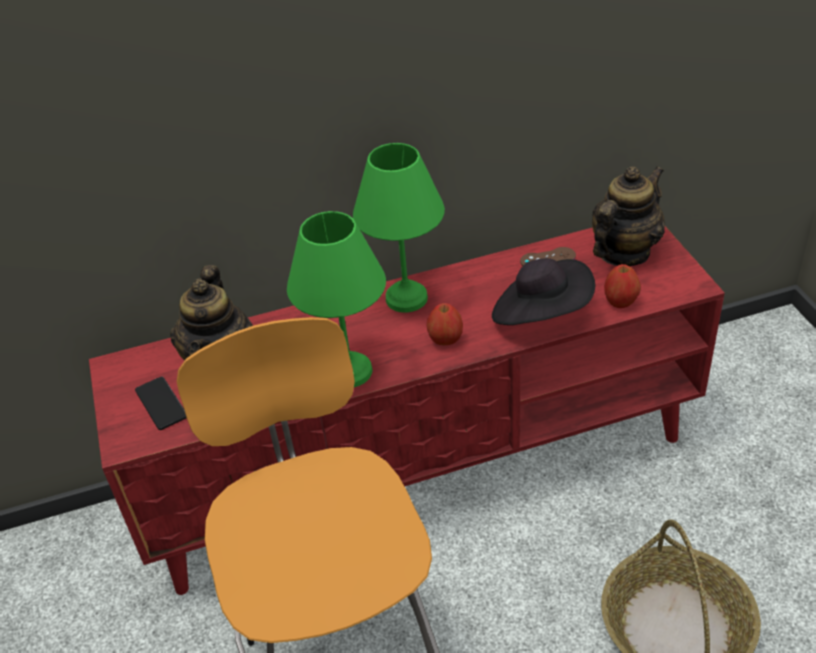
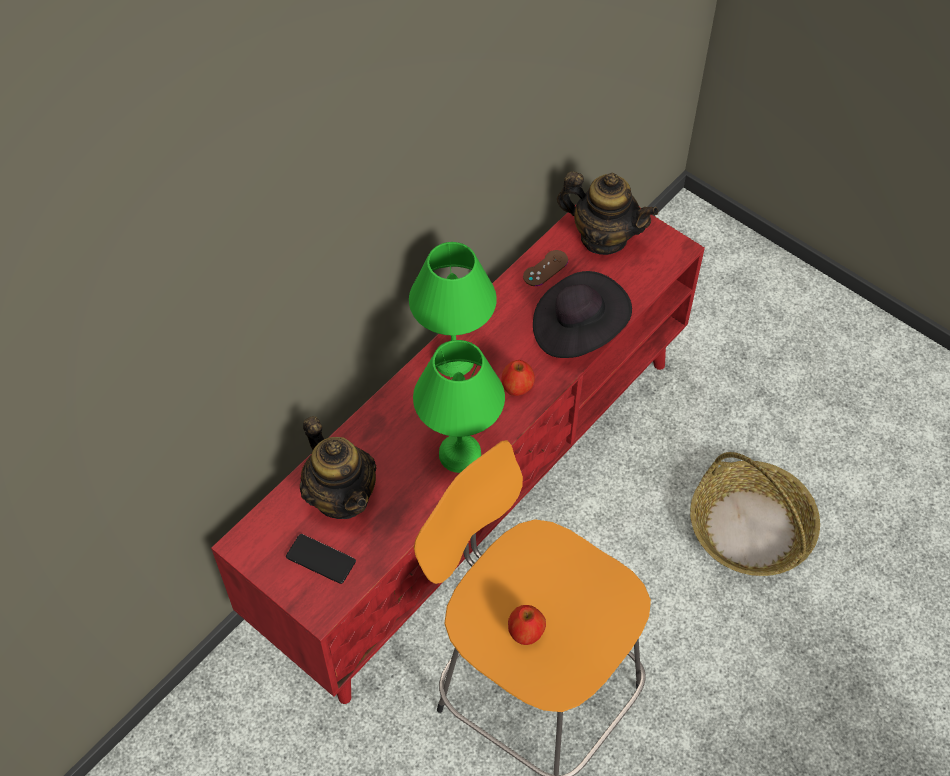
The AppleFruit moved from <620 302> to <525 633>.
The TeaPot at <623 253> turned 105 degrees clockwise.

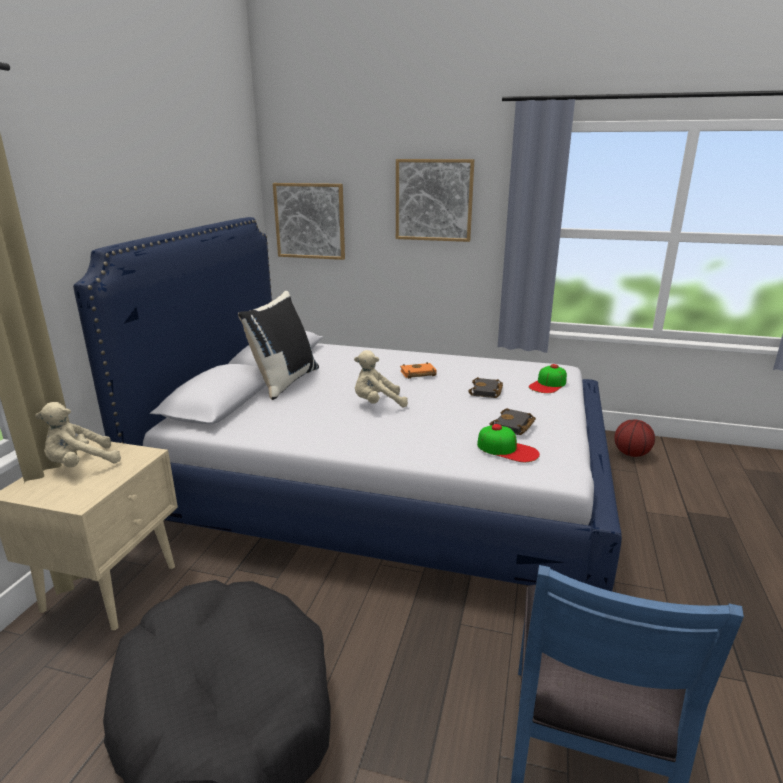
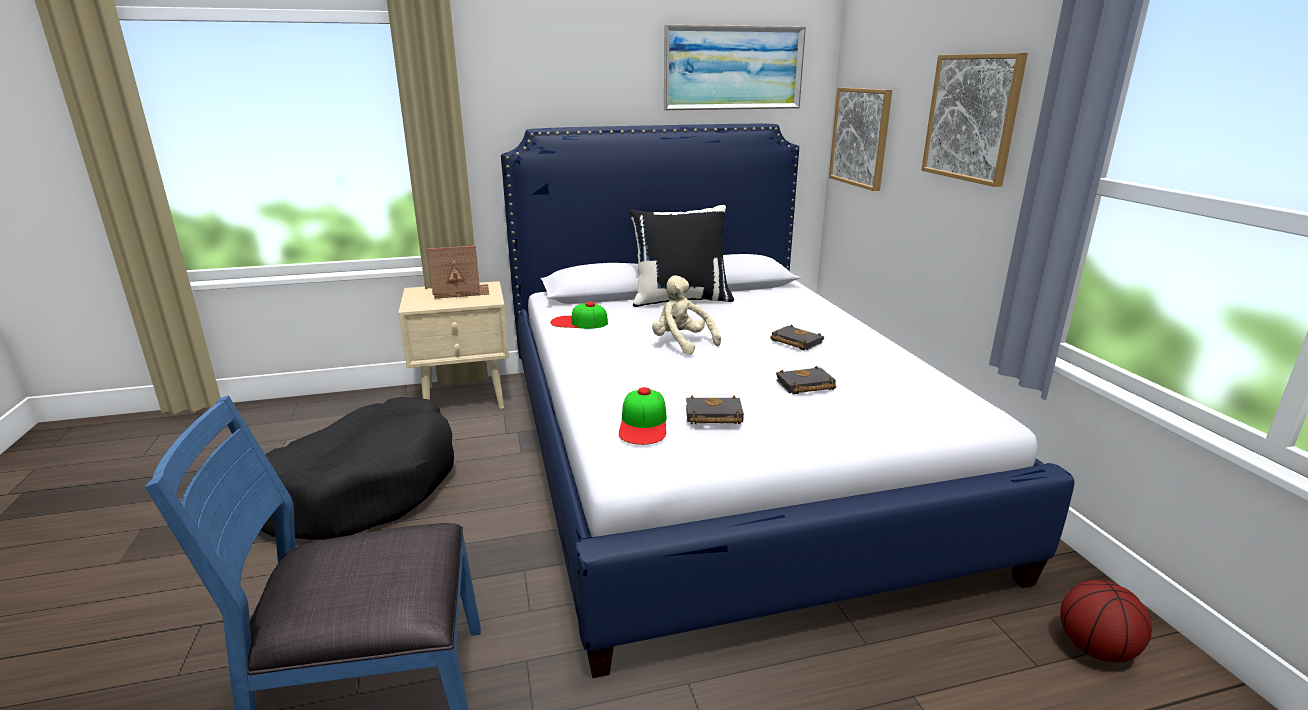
The WallPicture at <733 68> appeared.
The BaseballCap moved from <548 384> to <579 322>.
The BeigeColouredSoftToy at <81 465> was replaced by the ToyHouse at <460 291>.
The OrangeBook at <417 374> became the BlackColouredBook at <794 342>.

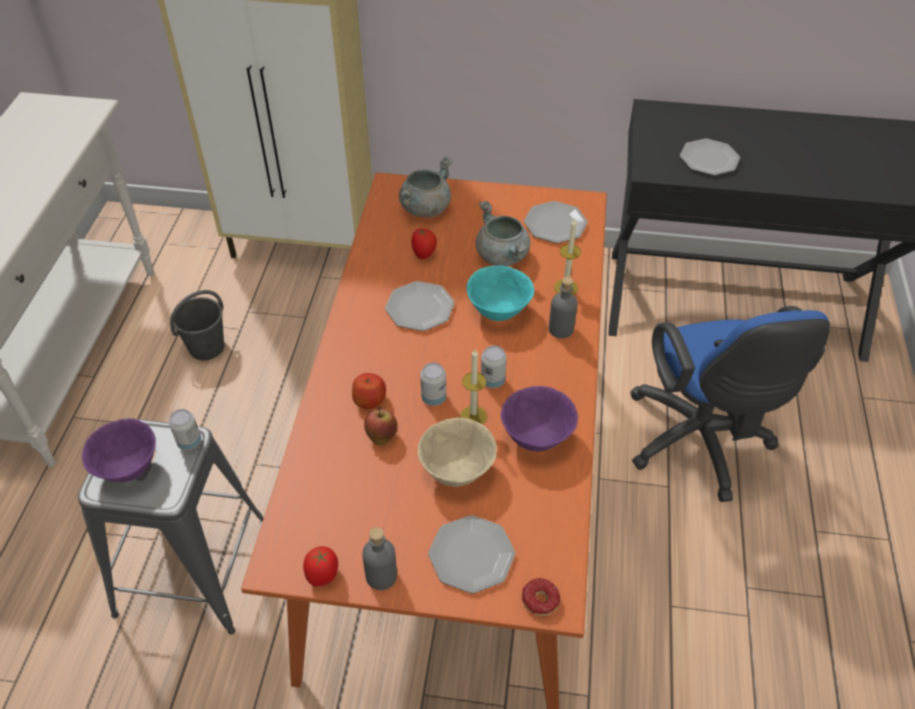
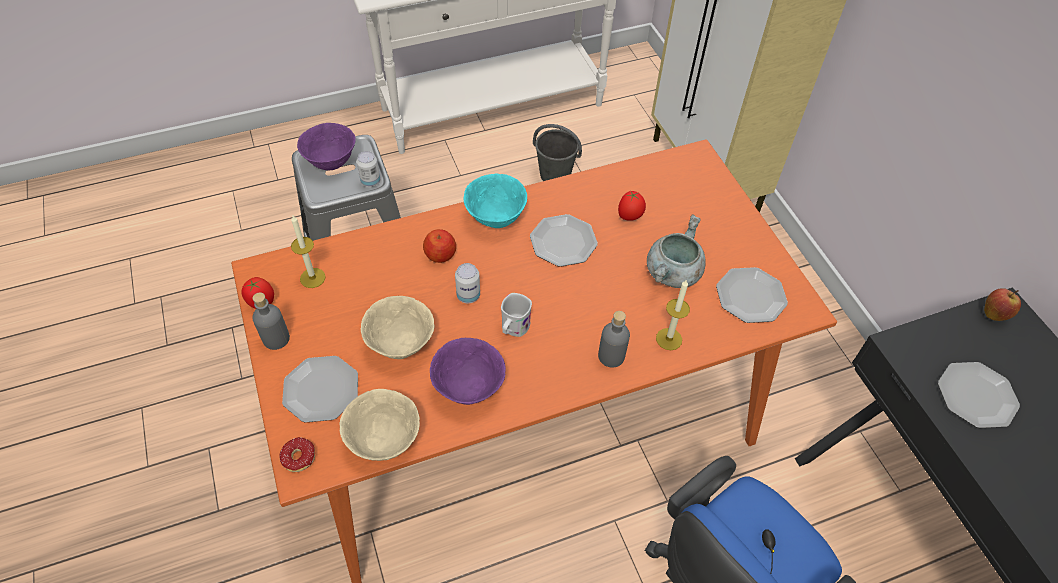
The GrayCookingPot at <425 207> disappeared.
The BeigeColouredBowl at <384 440> appeared.
The AppleFruit moved from <381 436> to <994 313>.
The Candle moved from <473 416> to <312 278>.
The BlueGreenBowl moved from <499 312> to <495 218>.
The SealedCan at <492 381> was replaced by the WhiteCoffeeMug at <513 329>.

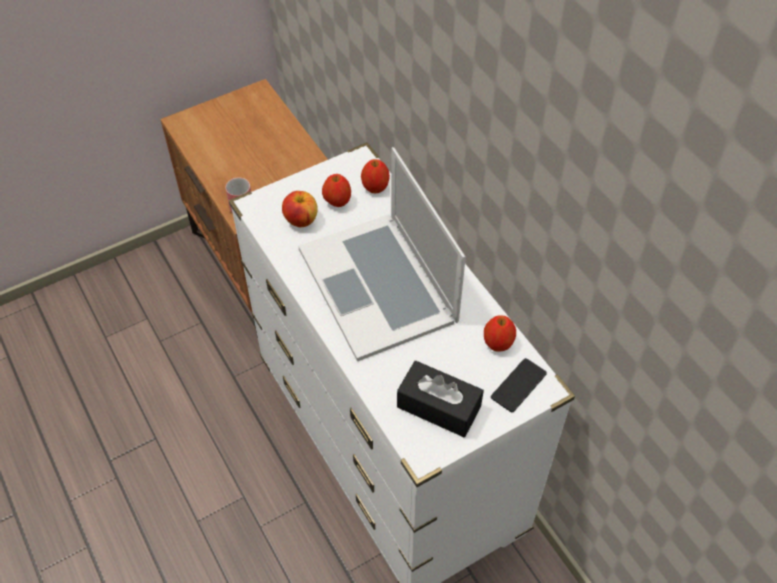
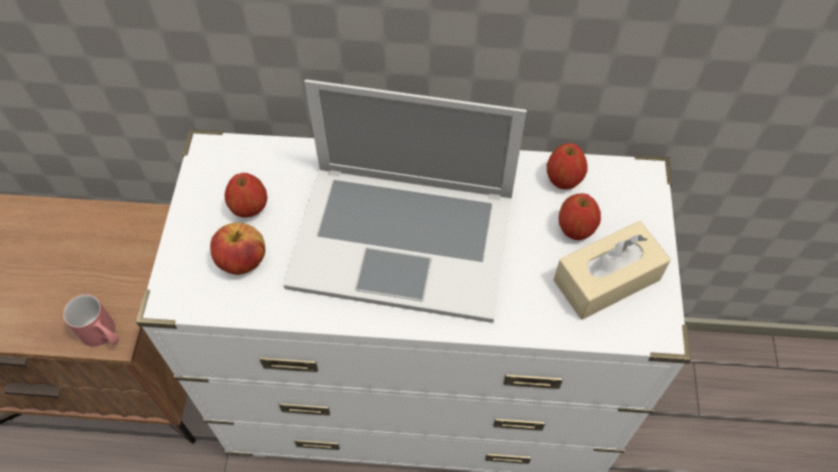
The Phone at <518 385> disappeared.
The AppleFruit moved from <375 187> to <575 229>.
The BlackColouredTissueBox at <438 406> became the BeigeColouredTissueBox at <606 280>.

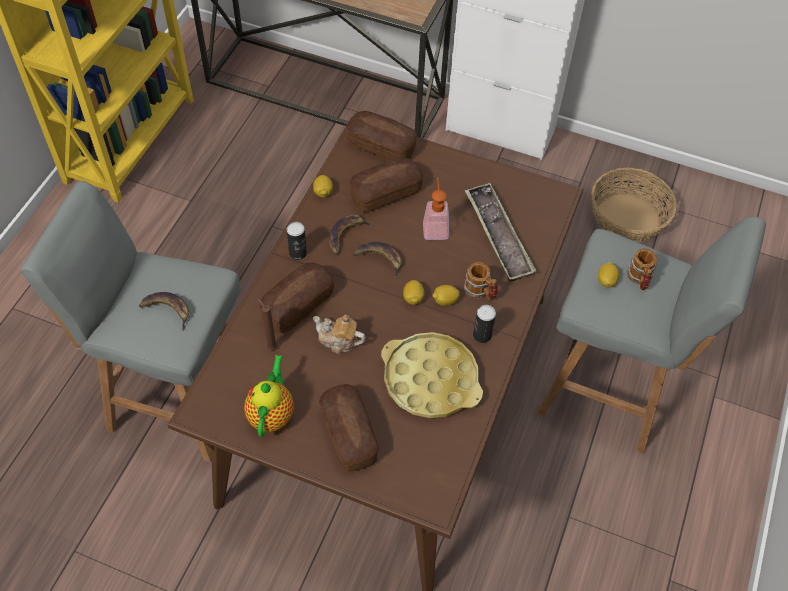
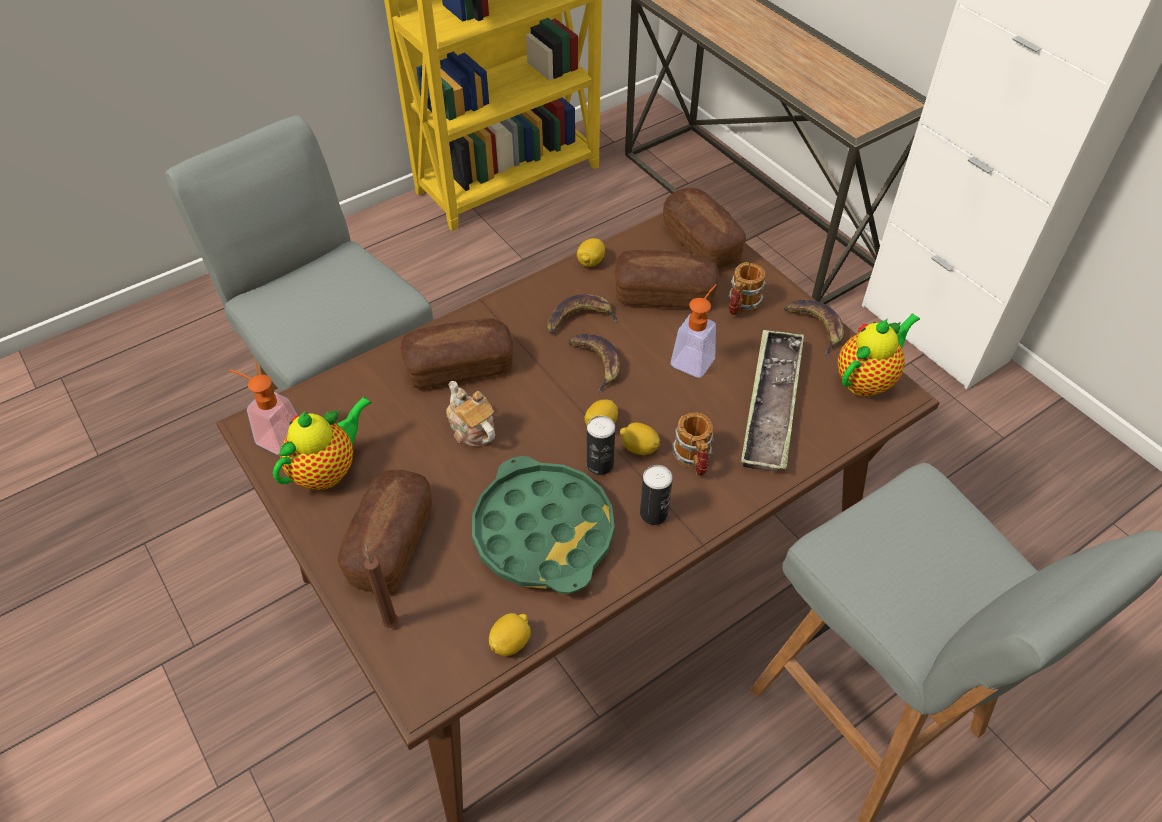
The StorageBasket at <627 218> disappeared.
The SoapDispenser at <274 435> appeared.
The TeaPot at <867 380> appeared.
The Banana moved from <167 310> to <816 327>.
The BrownColouredCandle moved from <270 347> to <390 621>.
The SealedCan moved from <297 253> to <600 464>.
The CitrusFruit moved from <606 281> to <511 642>.
The CoffeeMug moved from <639 279> to <741 306>.
The YellowCarryingTray at <430 379> became the GreenCarryingTray at <543 532>.

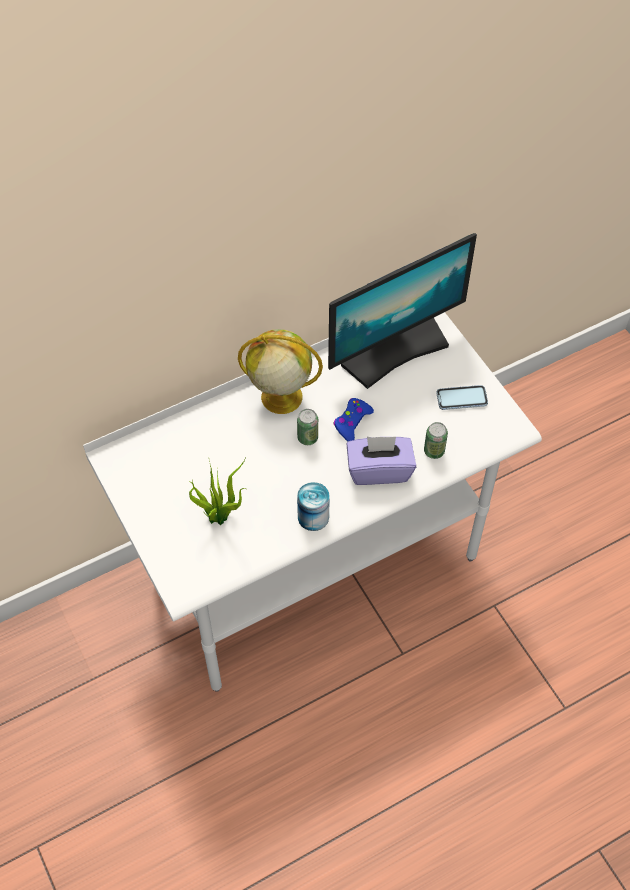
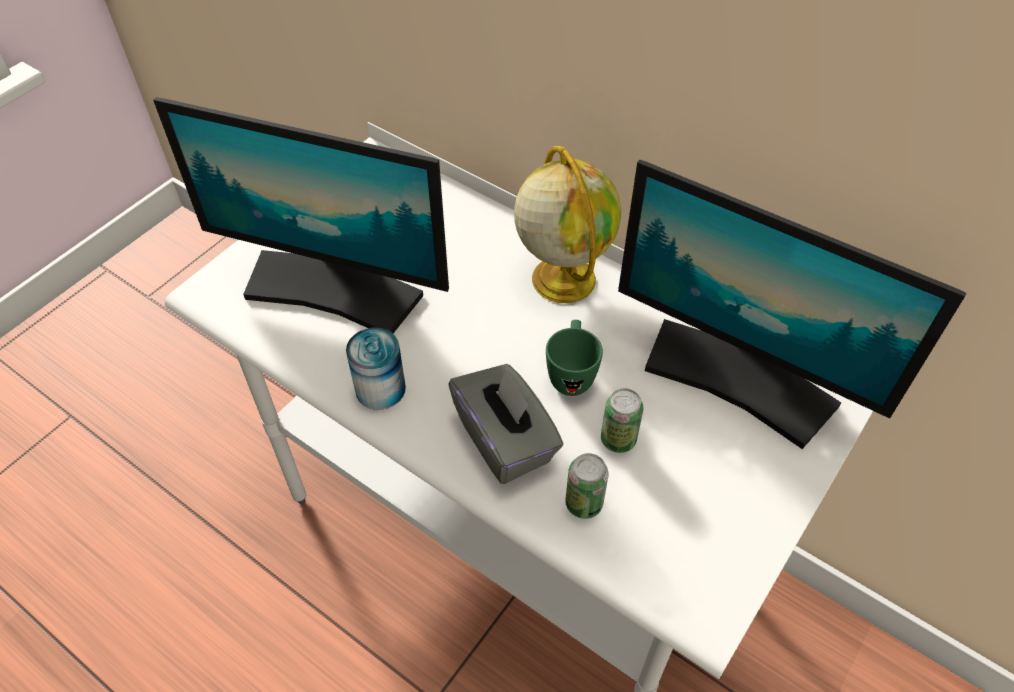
The Phone at <461 398> disappeared.
The SealedCan moved from <307 438> to <618 439>.
The PlantInAPot at <221 517> was replaced by the ComputerDisplay at <333 289>.
The BlueColouredGamepad at <352 422> was replaced by the GreenCoffeeMug at <571 374>.
The PurpleTissueBox at <379 470> became the GrayTissueBox at <505 440>.

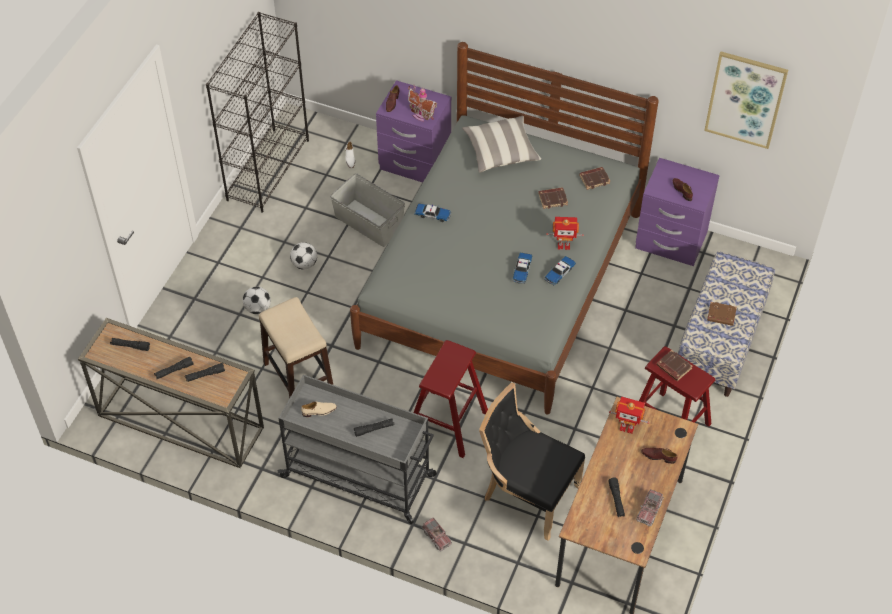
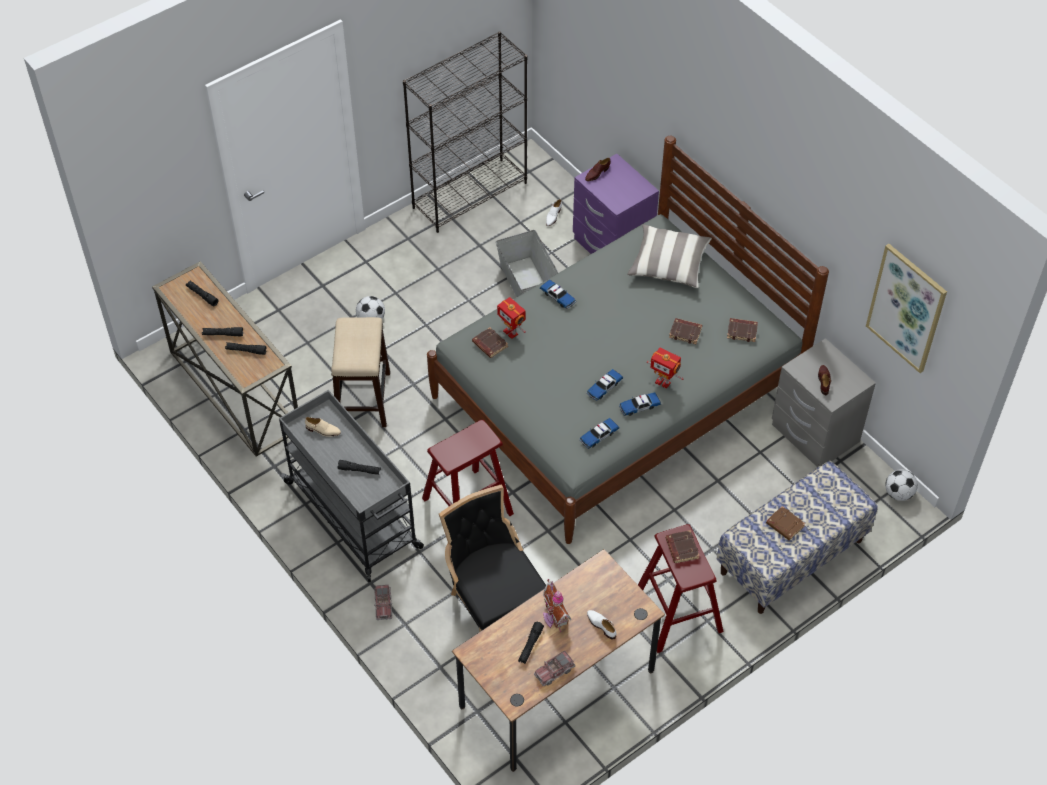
The BrownColouredBook at <489 344> appeared.
The ModelCar at <599 436> appeared.
The FootballBall moved from <304 264> to <898 494>.
The ToyHouse moved from <421 114> to <554 616>.
The ModelRobot moved from <627 427> to <511 332>.
The PurpleNightTable at <670 241> became the GrayNightTable at <814 434>.
The BrownColouredItemOfFootwear at <658 456> became the WhiteItemOfFootwear at <601 625>.

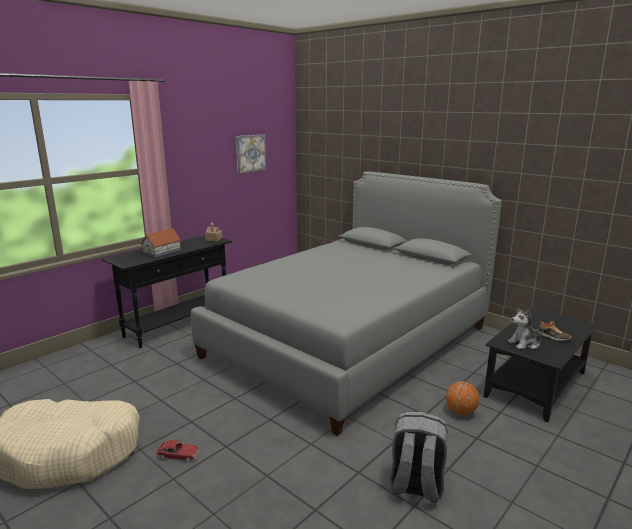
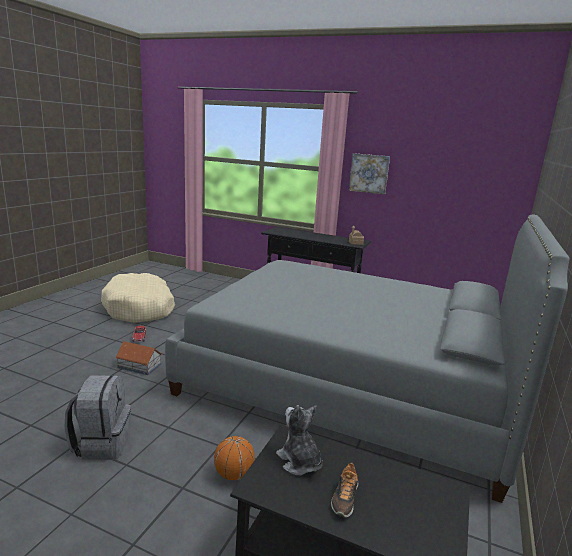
The ToyHouse moved from <162 251> to <139 366>.
The WallPicture moved from <250 153> to <369 173>.

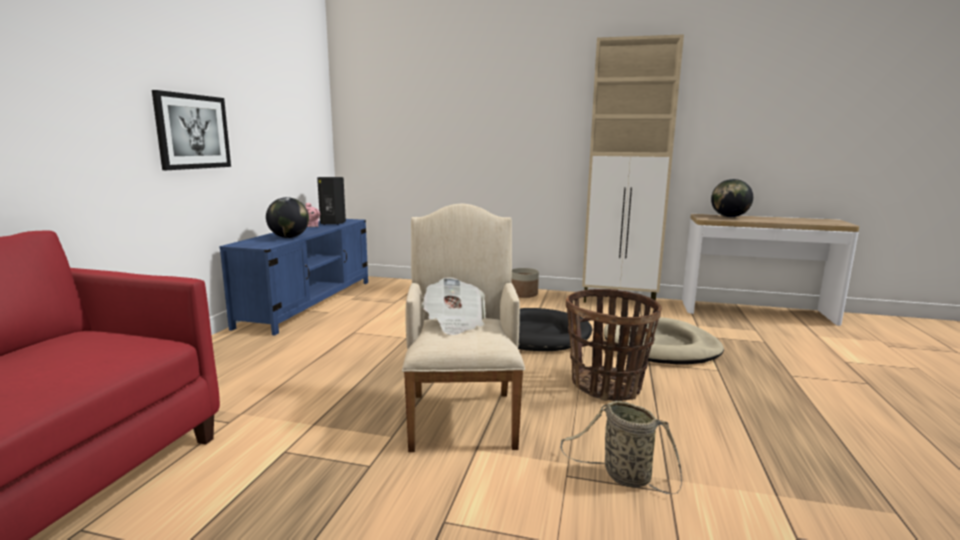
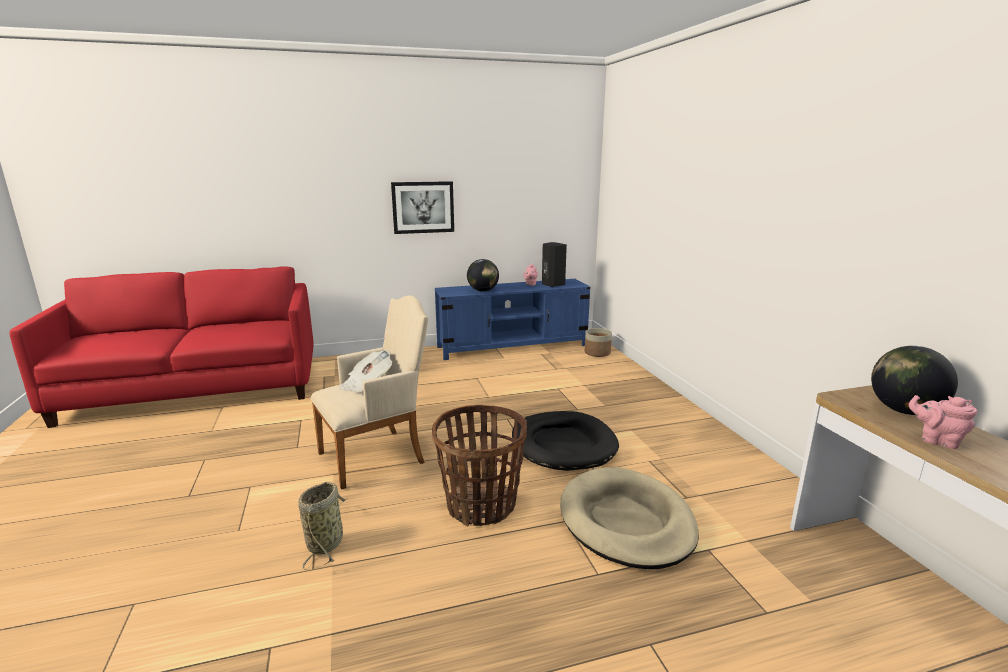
The BeigeColouredStorageCabinet at <619 301> disappeared.
The PinkColouredTeaPot at <937 440> appeared.
The Planter moved from <524 294> to <597 353>.

